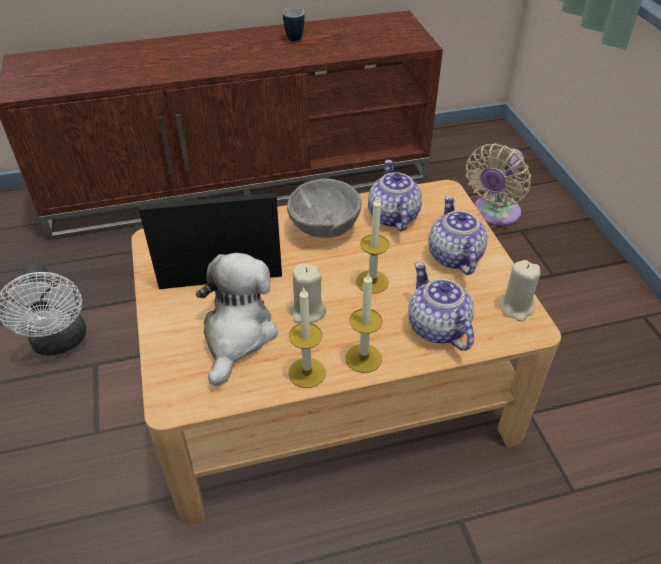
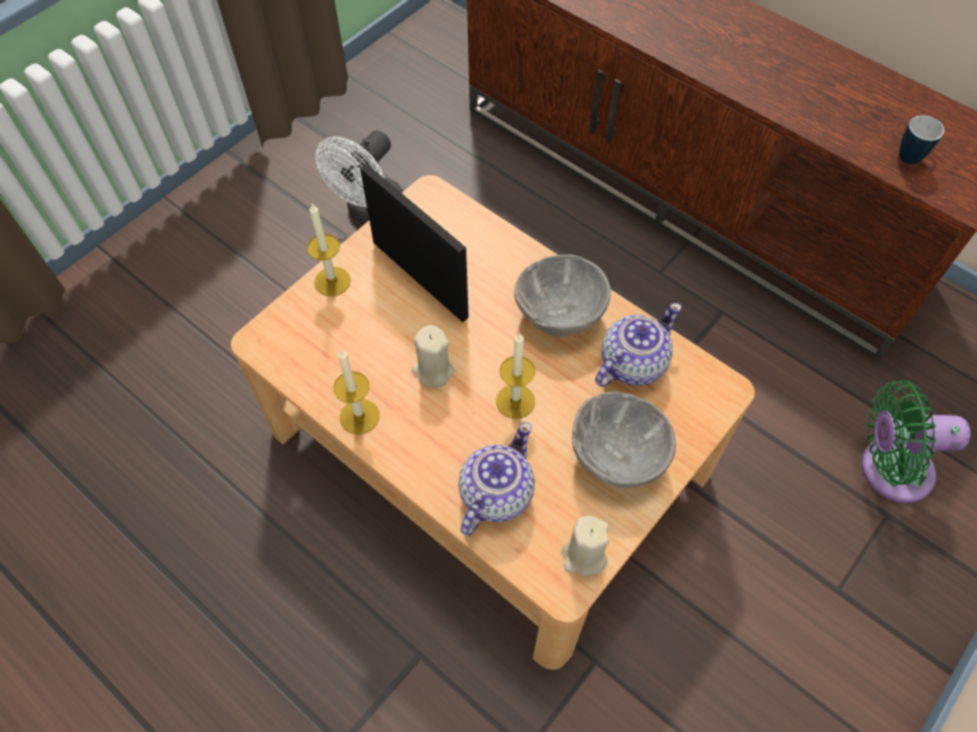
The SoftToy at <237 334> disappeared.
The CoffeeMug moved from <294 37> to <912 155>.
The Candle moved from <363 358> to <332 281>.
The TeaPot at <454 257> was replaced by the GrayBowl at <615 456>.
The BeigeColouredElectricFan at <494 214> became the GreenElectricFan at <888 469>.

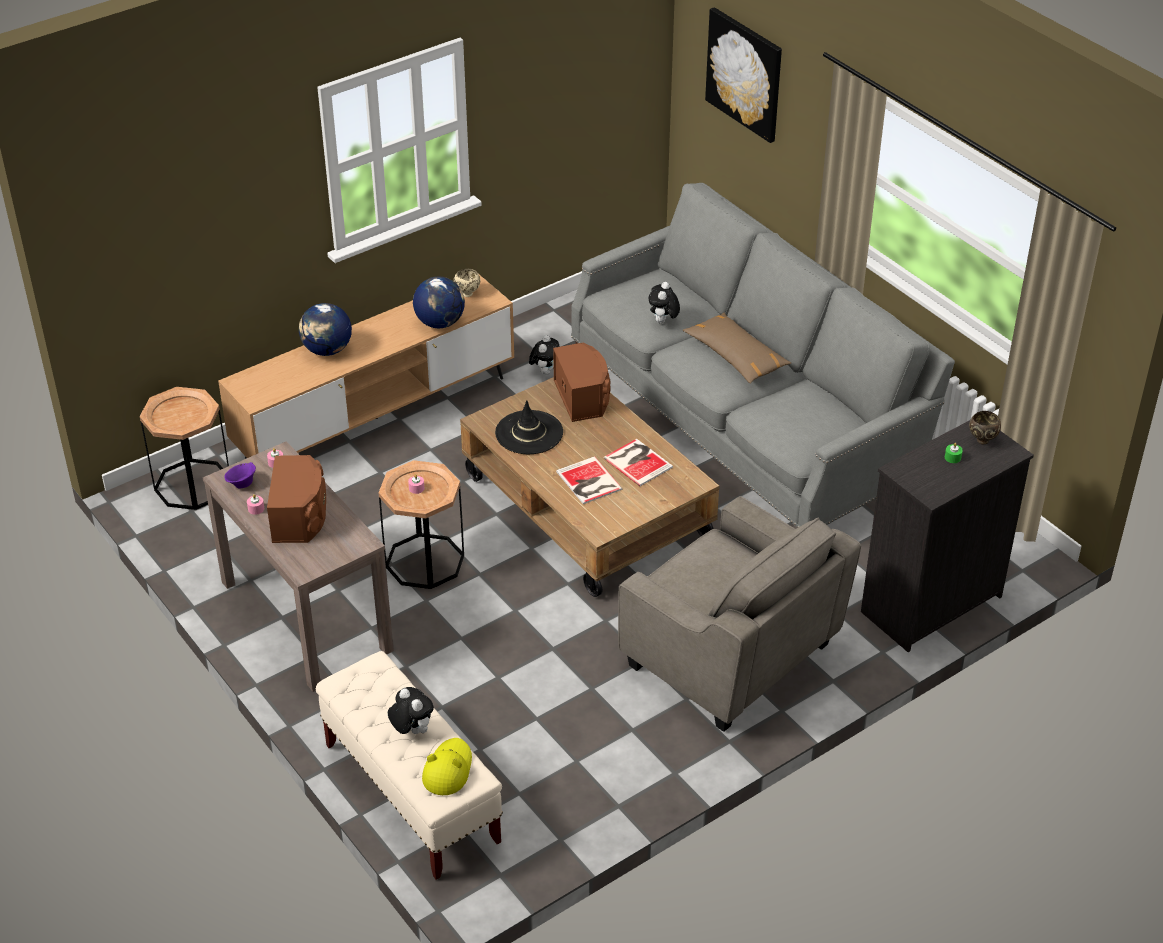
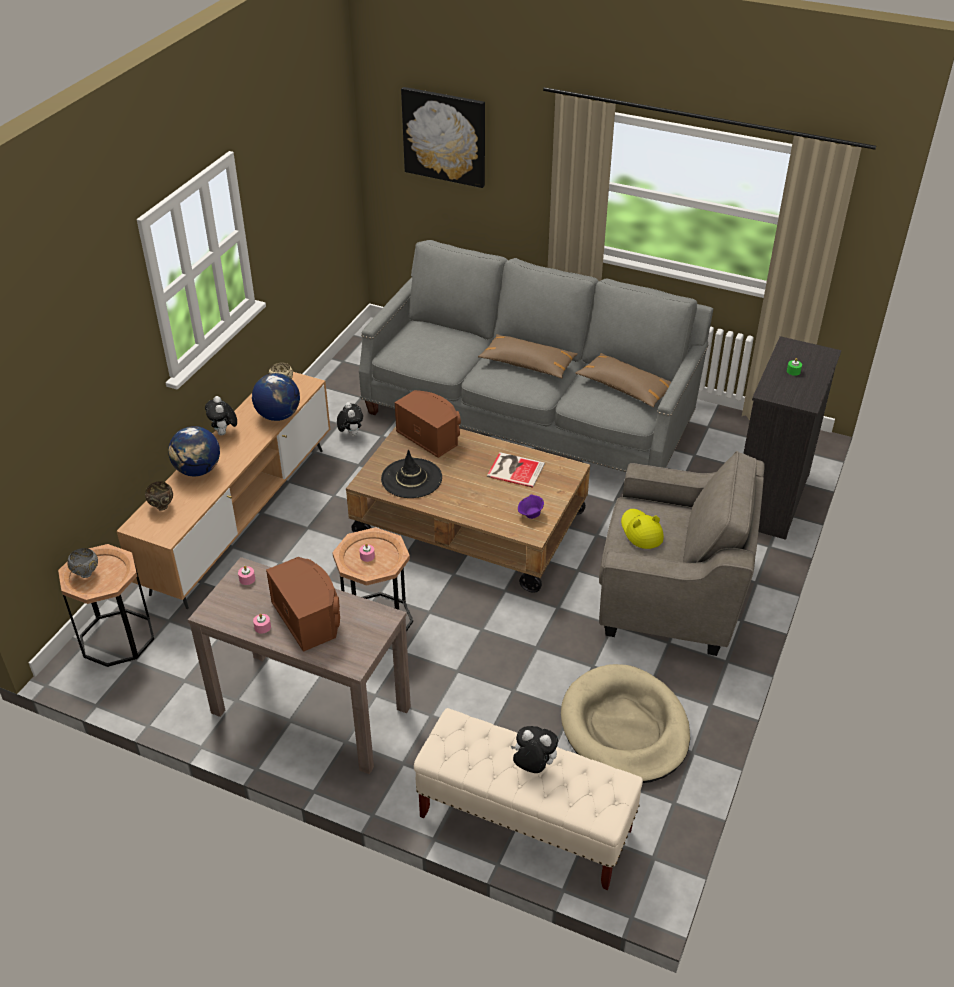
The Book at <588 482> disappeared.
The GrayBowl at <87 574> appeared.
The BeigeColouredDogBed at <624 728> appeared.
The BrownColouredThrowPillow at <625 387> appeared.
The PurpleBowl moved from <241 484> to <530 515>.
The YellowClothingHat moved from <447 770> to <641 531>.
The SoftToy moved from <663 322> to <224 433>.
The BrownColouredBowl moved from <982 440> to <161 506>.

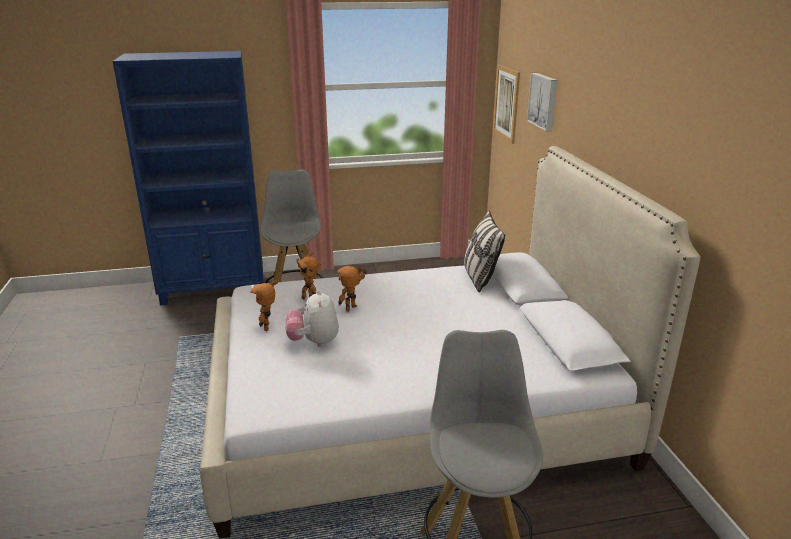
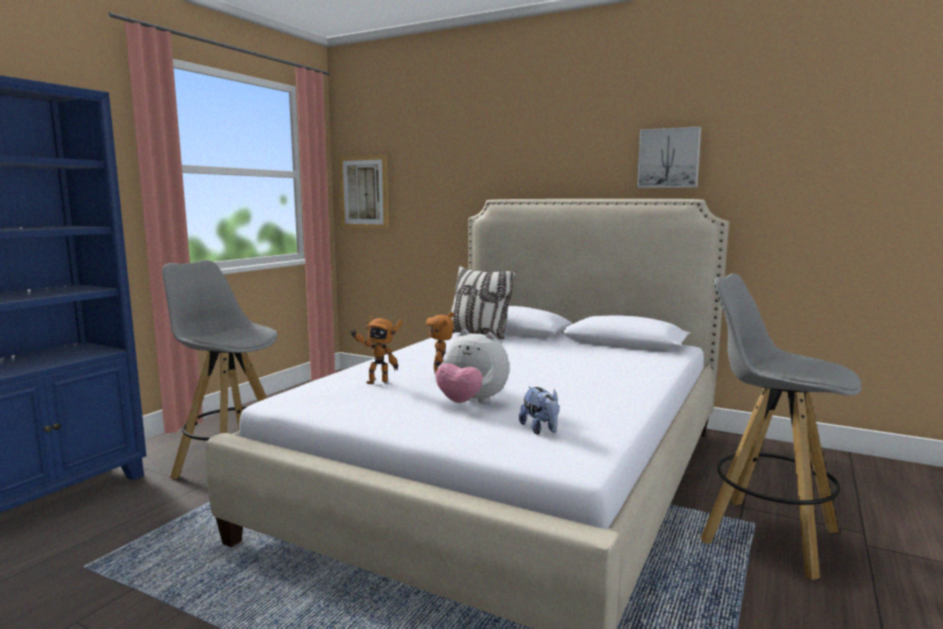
The ModelRobot at <269 327> disappeared.
The SoftToy at <541 430> appeared.
The WallPicture moved from <544 101> to <669 158>.

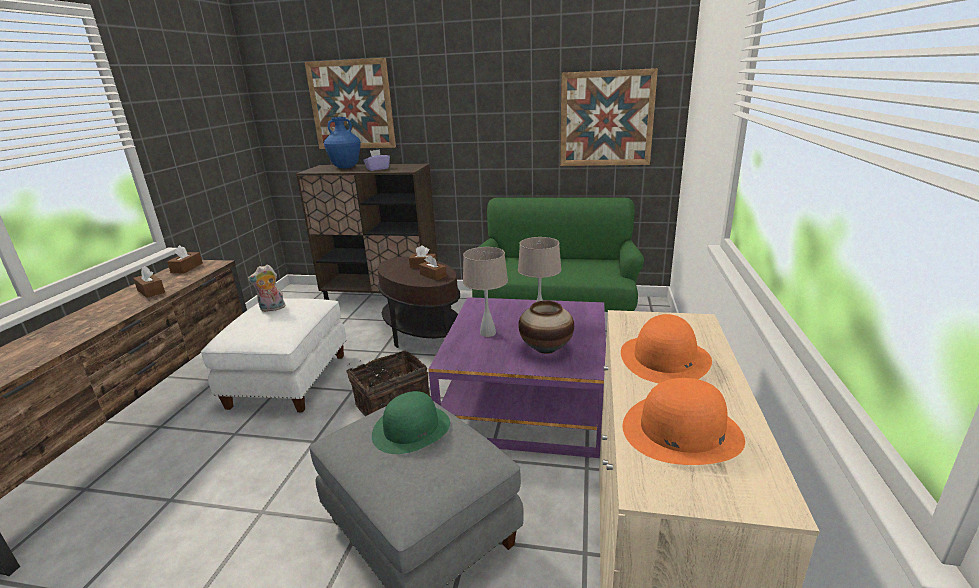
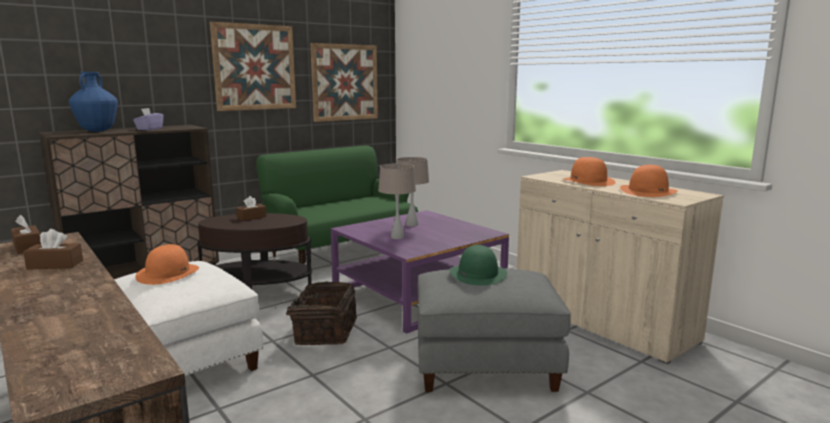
The BrownColouredTissueBox at <433 275> disappeared.
The FlowerVase at <546 348> disappeared.
The WallPicture moved from <351 105> to <254 67>.
The SoftToy at <272 309> was replaced by the OrangeClothingHat at <168 273>.

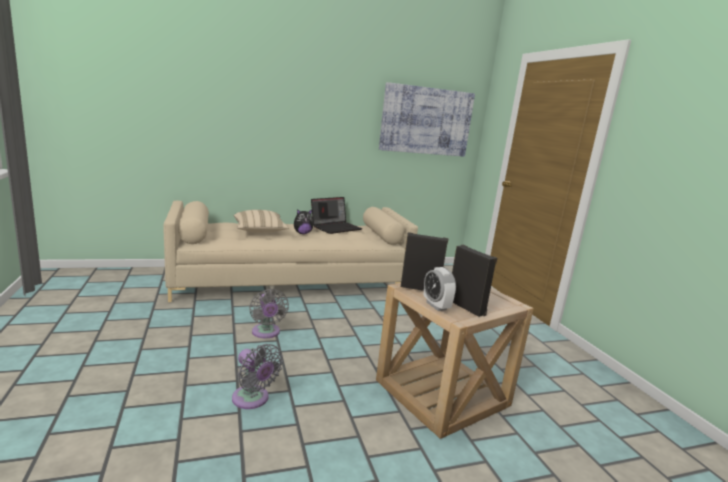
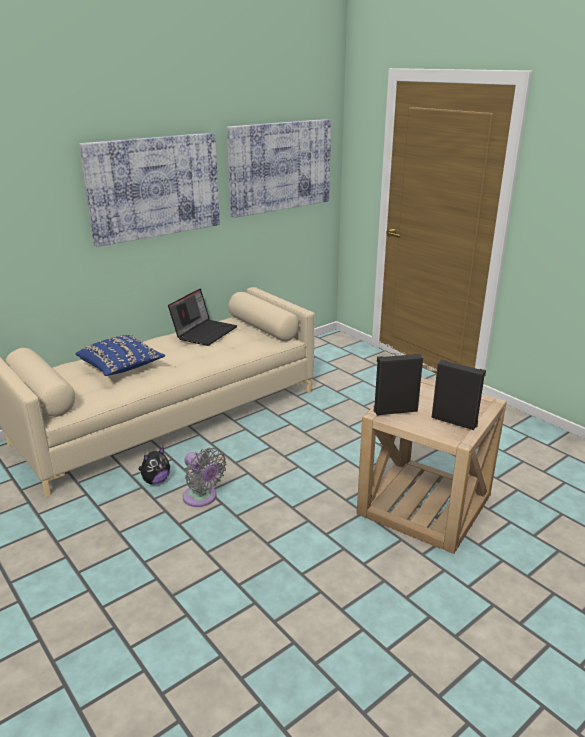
The GrayElectricFan at <252 399> disappeared.
The AlarmClock at <436 306> disappeared.
The WallPicture at <153 187> appeared.
The SoftToy moved from <302 233> to <156 481>.
The BeigeColouredThrowPillow at <259 231> became the BlueColouredThrowPillow at <121 367>.

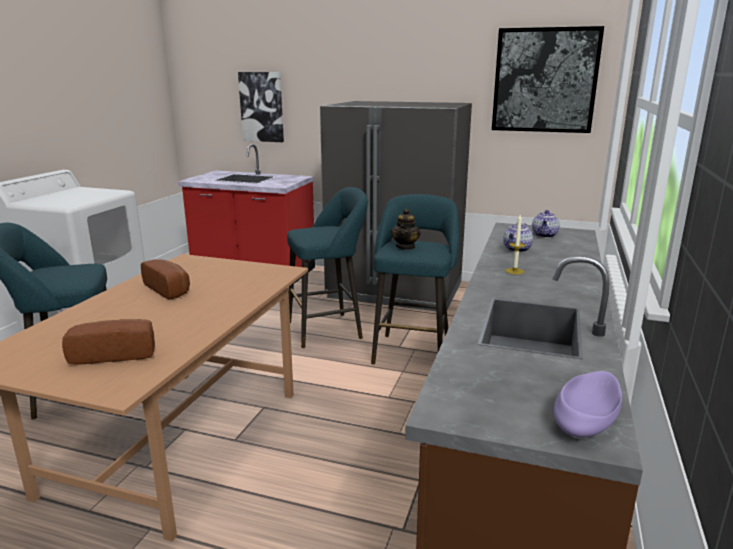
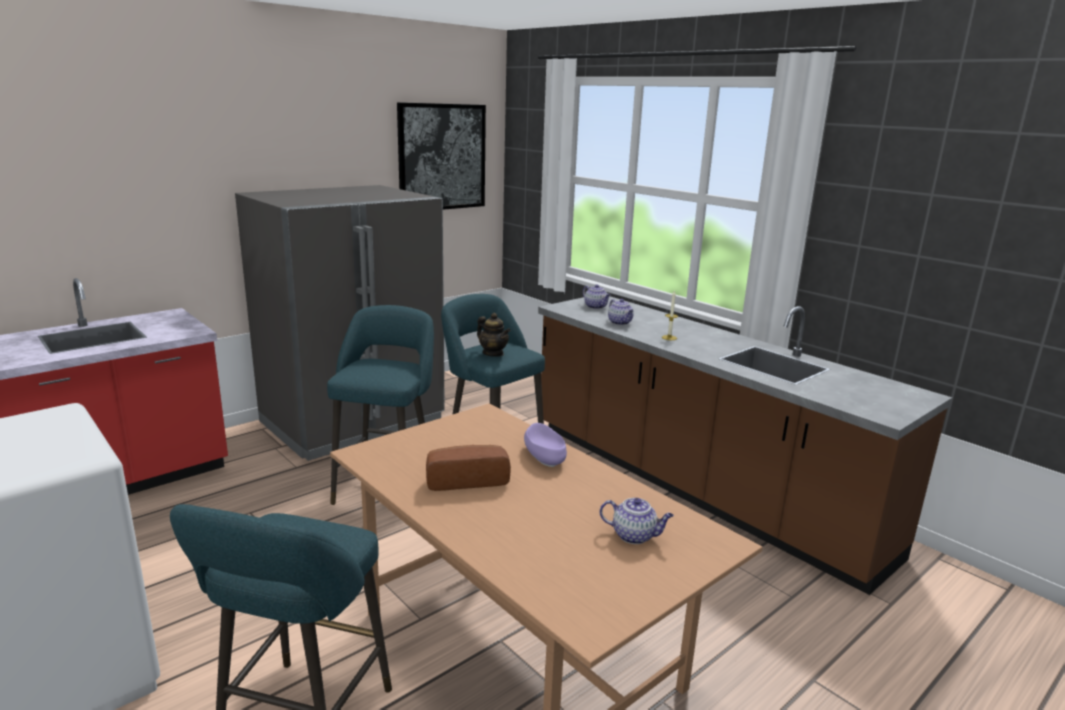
The WallPicture at <262 107> disappeared.
The PurpleBowl moved from <585 421> to <544 456>.
The Bread at <115 354> was replaced by the TeaPot at <635 535>.

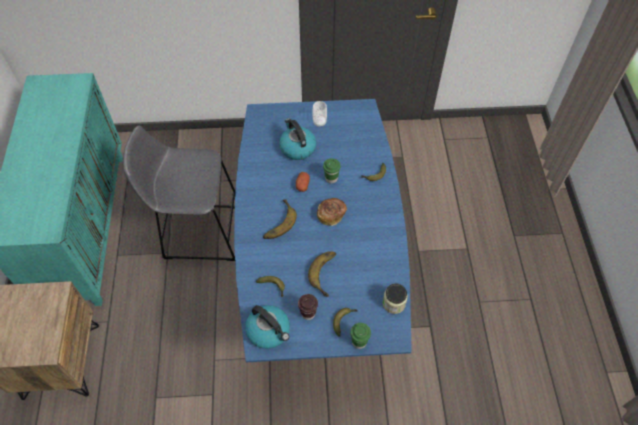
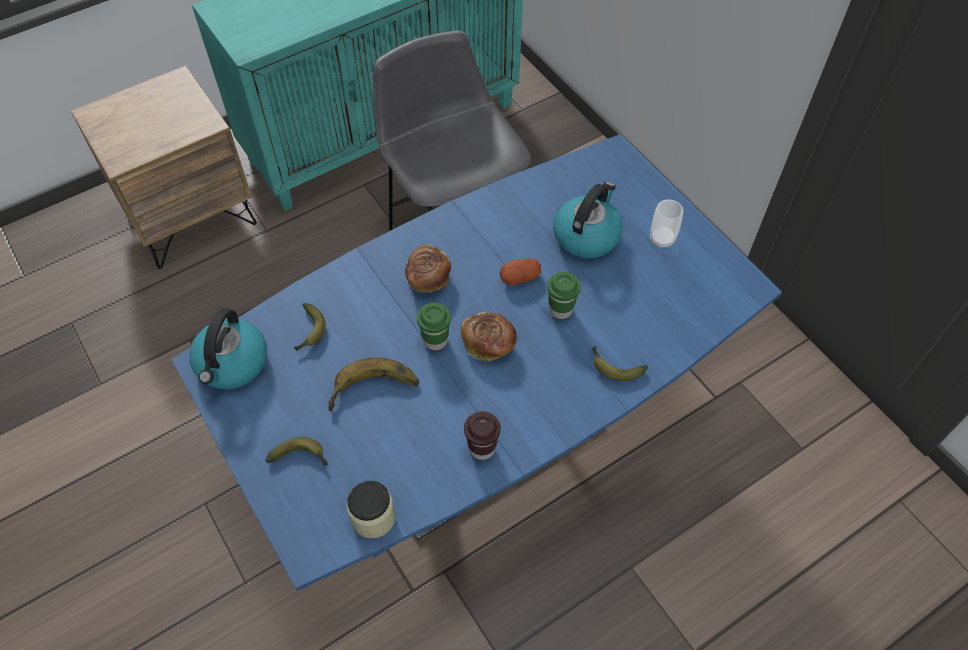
The BrownColouredDrinkingCup moved from <308 313> to <482 448>.
The GreenDrinkingCup moved from <359 342> to <435 340>.
The Banana at <277 222> was replaced by the Bread at <428 279>.

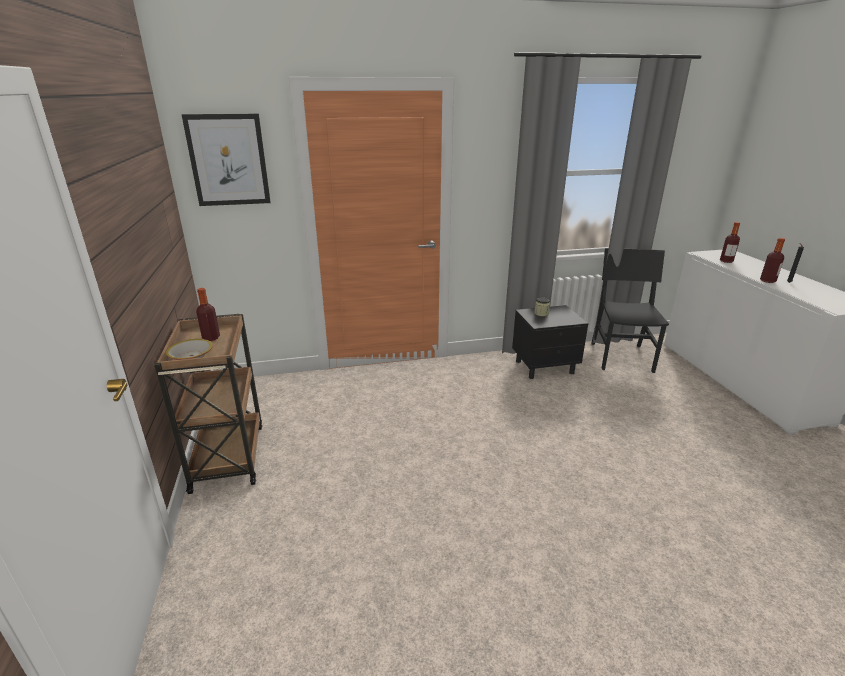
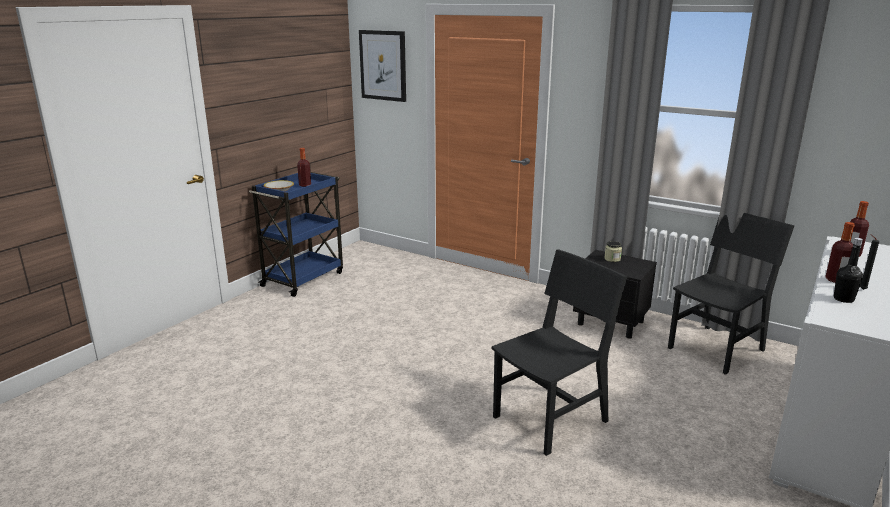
The BlackColouredChair at <550 419> appeared.
The BlackColouredBottle at <843 299> appeared.
The BrownColouredTrolley at <228 455> became the BlueColouredTrolley at <304 278>.

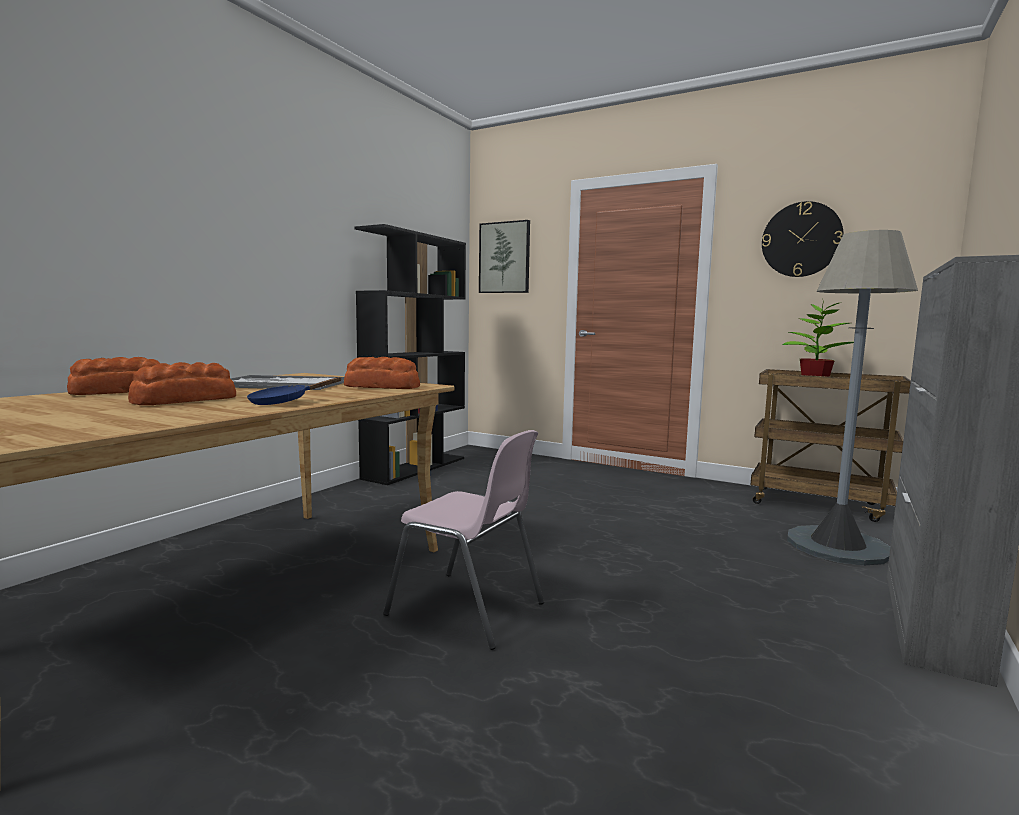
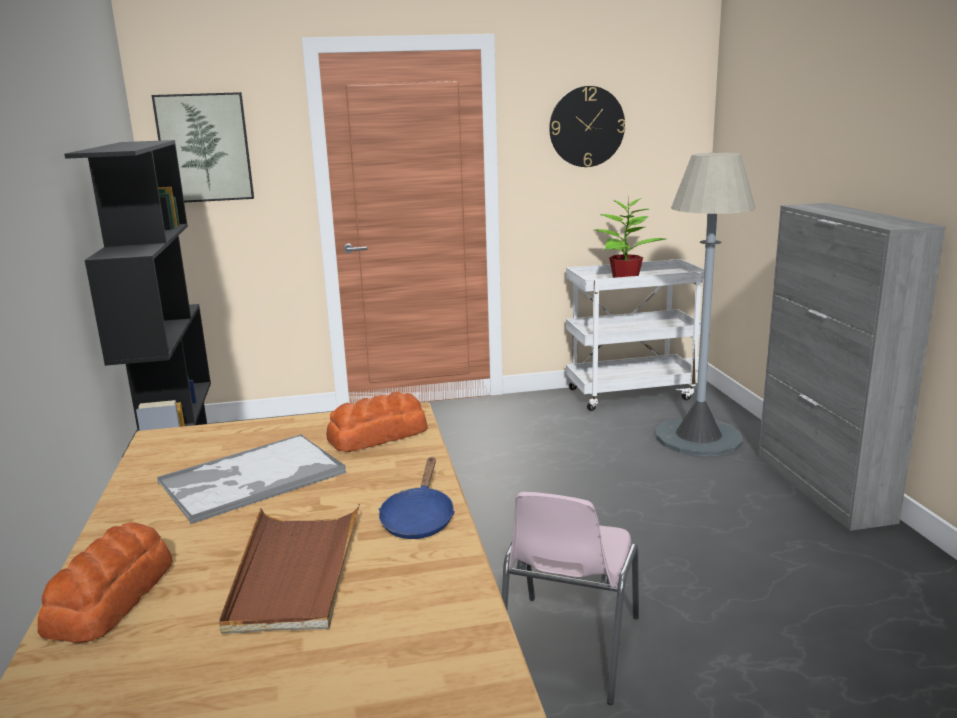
The Bread at <183 400> was replaced by the BrownColouredCarryingTray at <295 572>.
The BrownColouredTrolley at <819 504> became the WhiteTrolley at <632 393>.
The PinkColouredChair at <468 609> turned 120 degrees clockwise.

